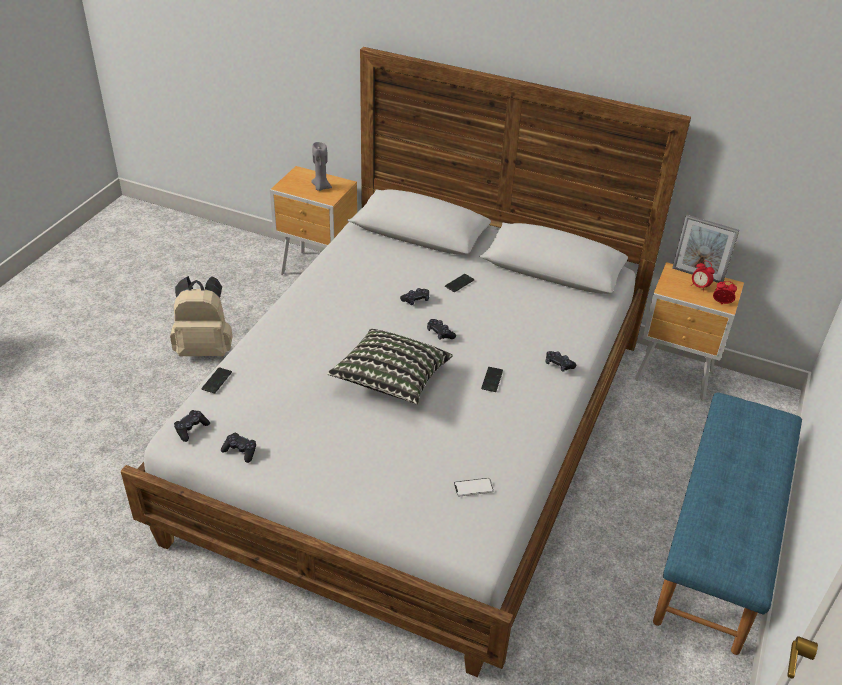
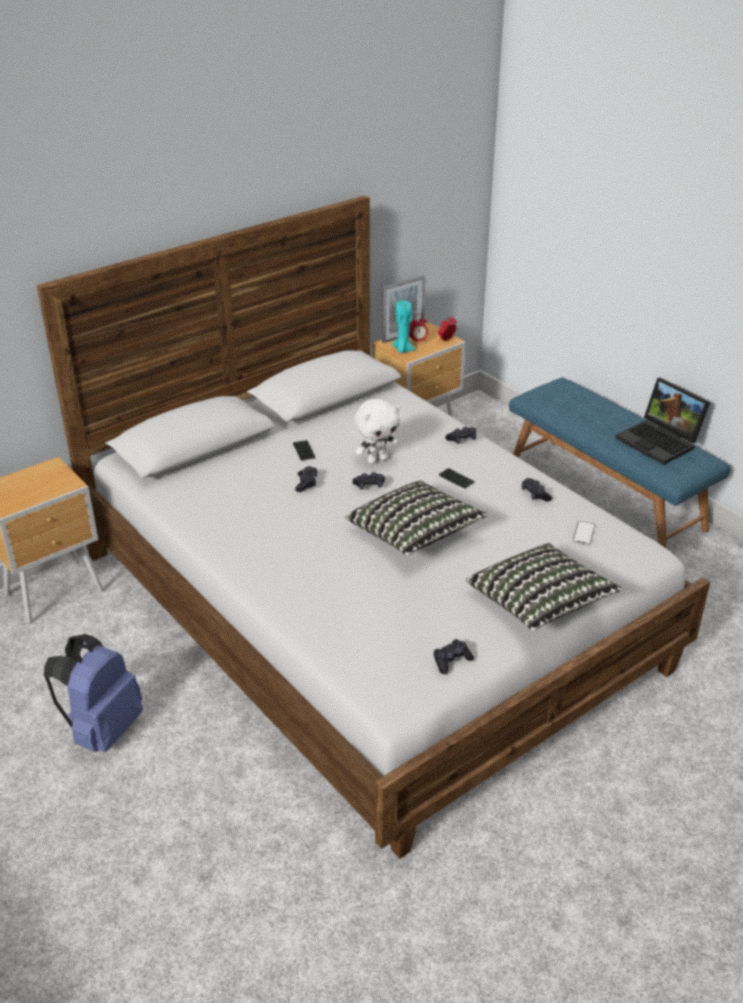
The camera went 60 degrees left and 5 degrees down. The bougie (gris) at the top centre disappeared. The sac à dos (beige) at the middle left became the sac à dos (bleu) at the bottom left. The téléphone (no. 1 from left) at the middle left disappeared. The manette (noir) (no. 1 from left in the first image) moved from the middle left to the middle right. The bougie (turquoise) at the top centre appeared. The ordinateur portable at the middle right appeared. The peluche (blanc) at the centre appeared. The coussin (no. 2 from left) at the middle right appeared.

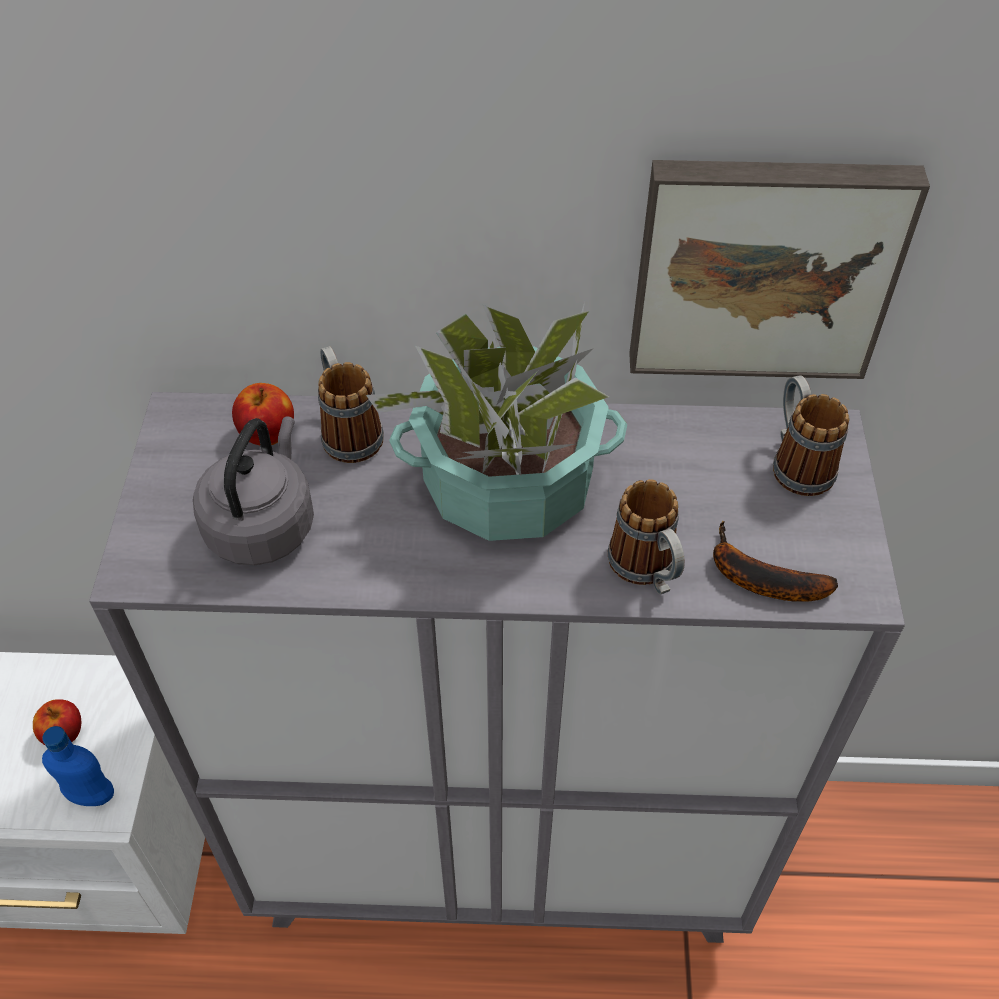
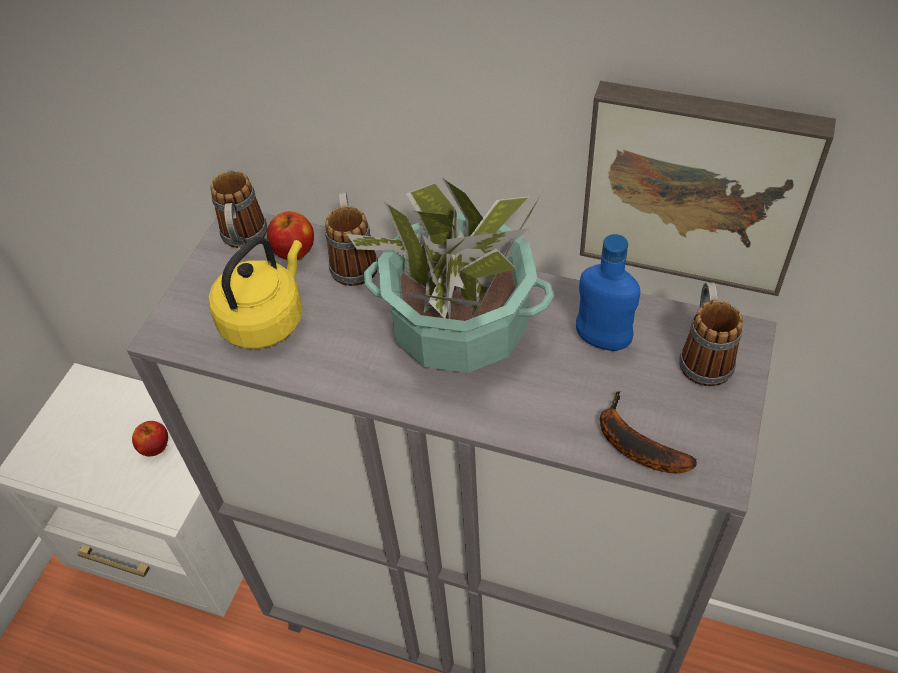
The camera went 20 degrees right and 0 degrees up. The bouilloire (gris) at the middle left became the bouilloire (jaune) at the middle left. The mug (no. 2 from left in the first image) moved from the centre to the top left. The bouteille (bleu) moved from the bottom left to the middle right.

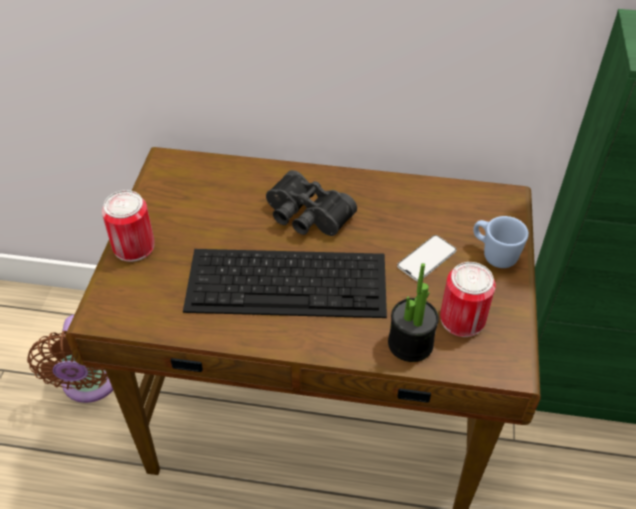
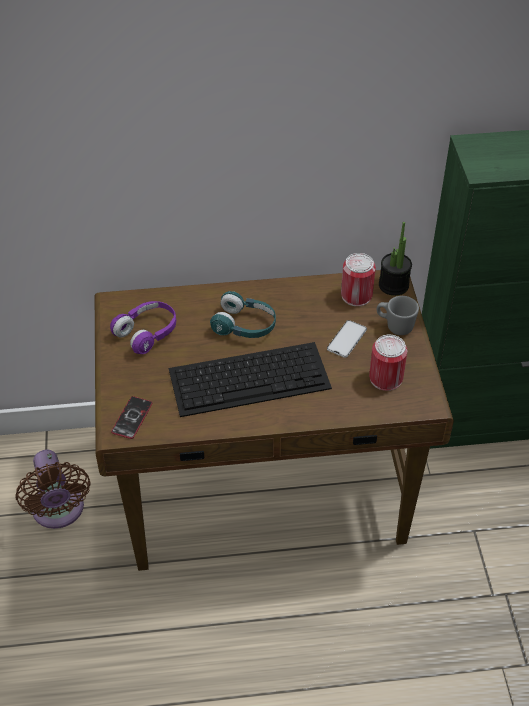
The camera went 15 degrees left and 0 degrees up. The jumelles (noir) at the centre was replaced by the casque audio (turquoise) at the centre. The boîte métallique (no. 1 from left) moved from the middle left to the middle right. The mug (bleu) at the middle right became the mug (gris) at the middle right. The plante en pot moved from the centre to the middle right. The casque audio (violet) at the middle left appeared. The téléphone (no. 1 from left) at the middle left appeared.

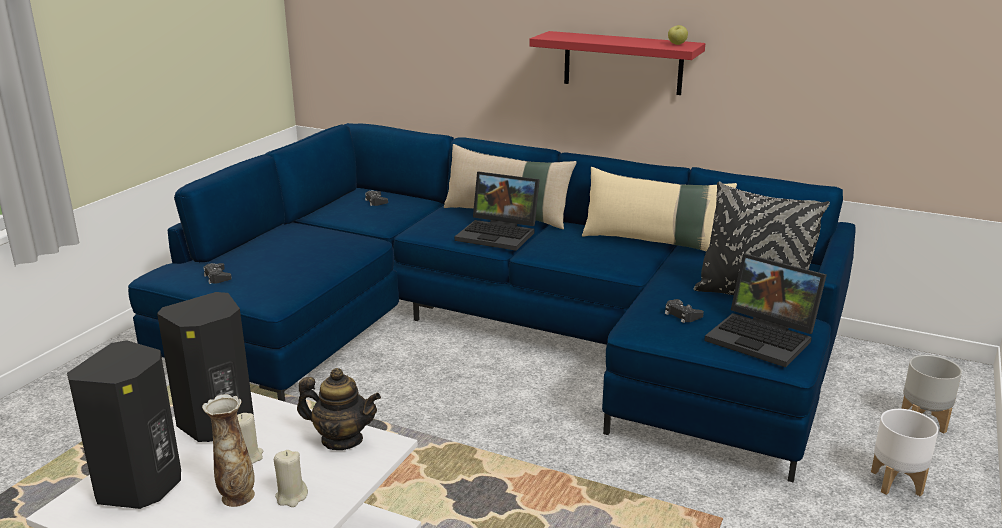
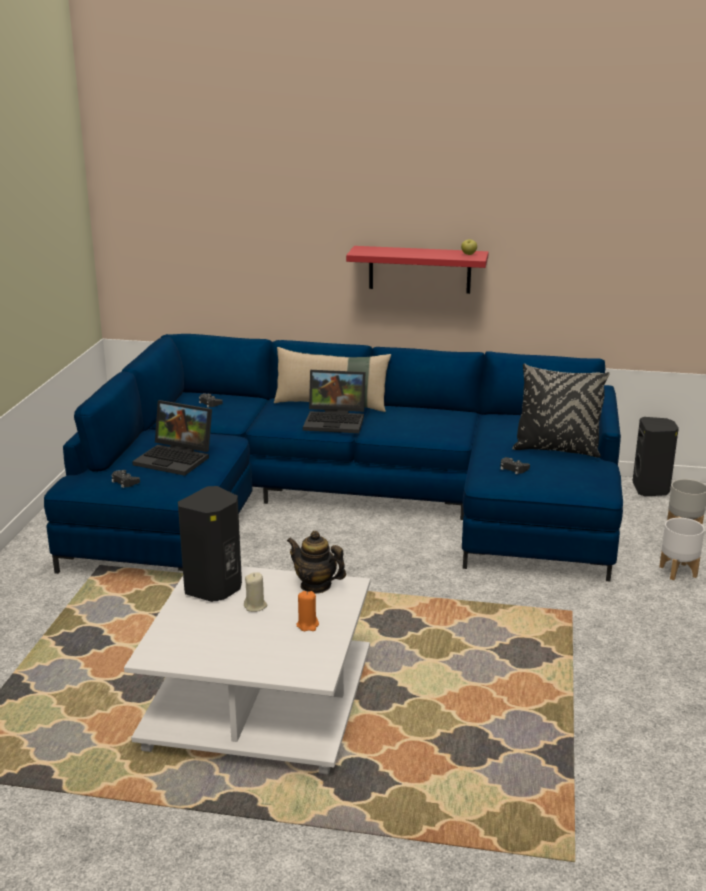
The camera went 15 degrees left and 0 degrees up. The coussin (beige) (no. 2 from left) at the centre disappeared. The ordinateur portable (no. 2 from left in the first image) moved from the middle right to the middle left. The enceinte (noir) (no. 1 from left in the first image) moved from the bottom left to the middle right. The théière at the bottom centre turned 150 degrees counterclockwise. The vase at the bottom left disappeared. The bougie (beige) (no. 2 from left) at the bottom left became the bougie (orange) at the bottom centre.

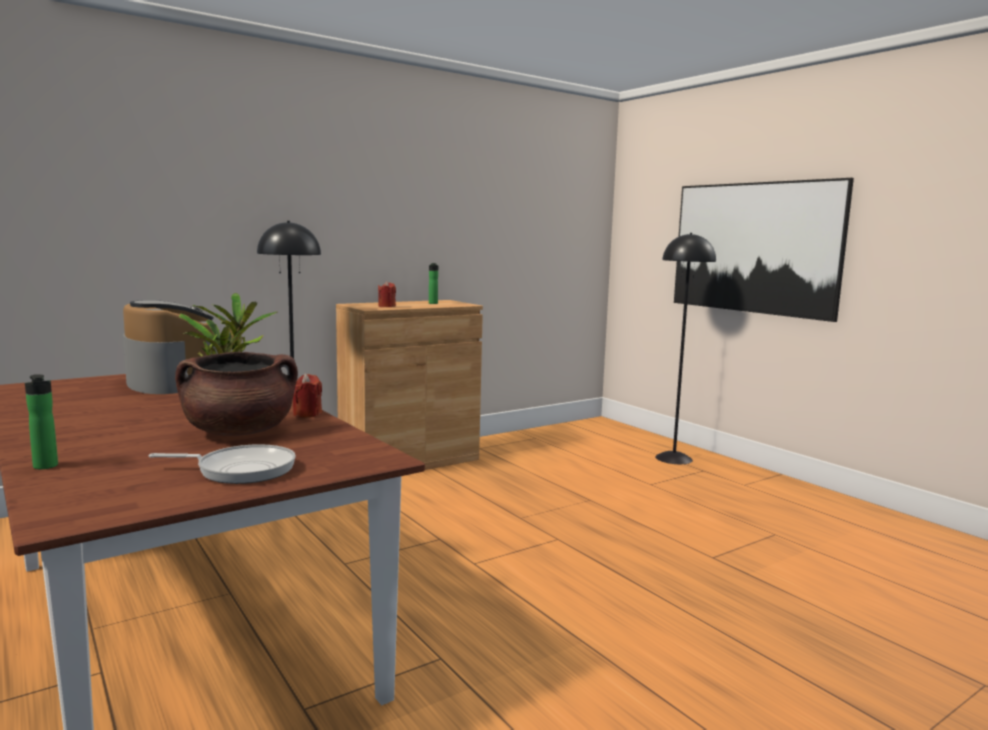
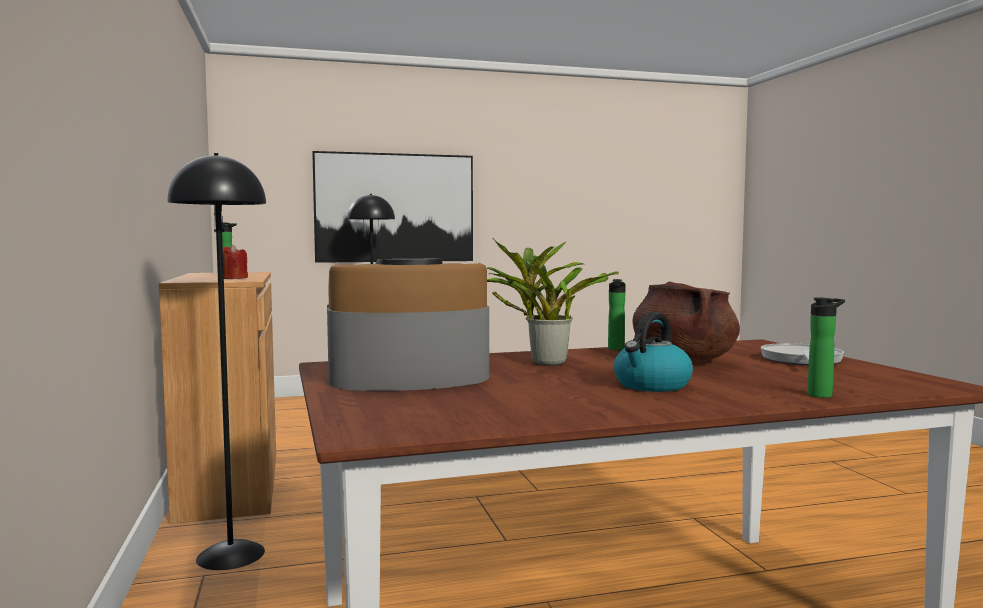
The camera went 70 degrees left and 5 degrees down. The bougie (rouge) (no. 1 from left) at the middle left was replaced by the bouteille (no. 2 from left) at the centre. The bouilloire at the centre appeared.

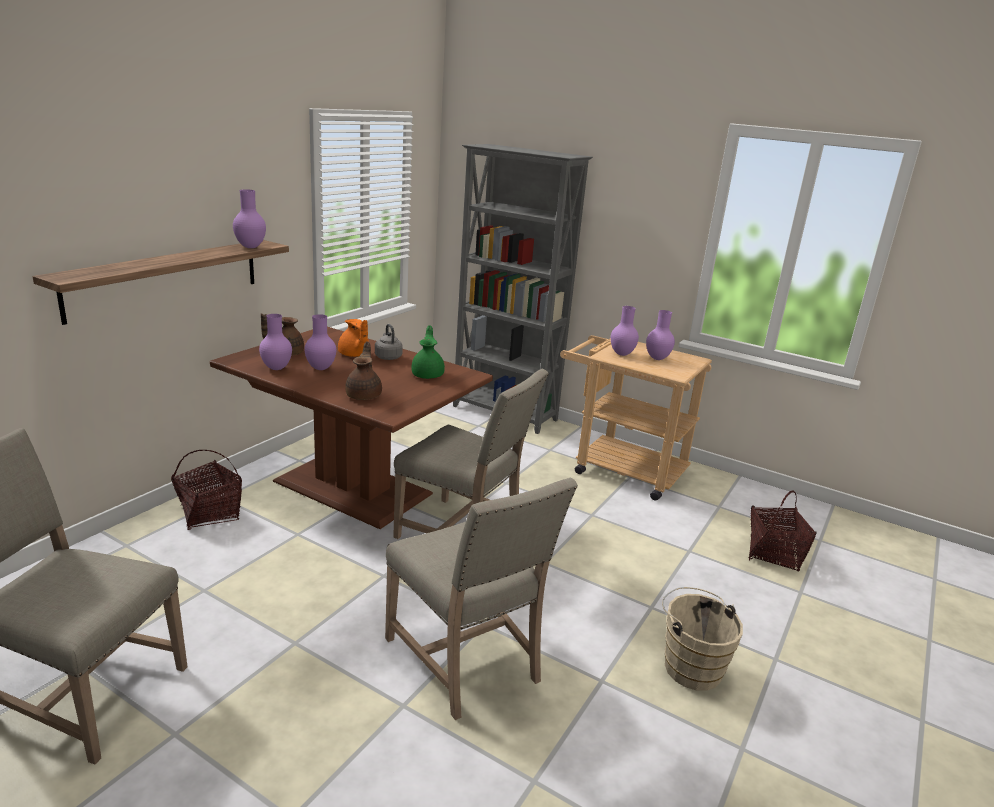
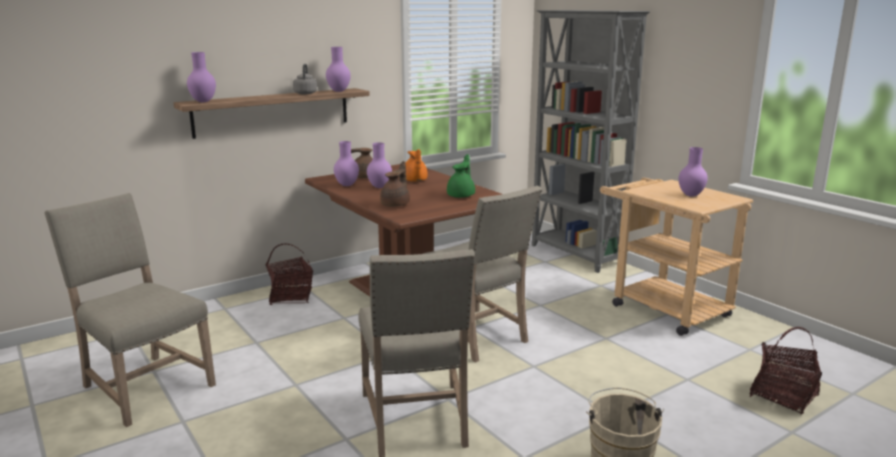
The camera went 25 degrees right and 5 degrees down. The vase (violet) (no. 4 from left in the first image) moved from the centre to the top left. The bouilloire (gris) moved from the centre to the top centre.

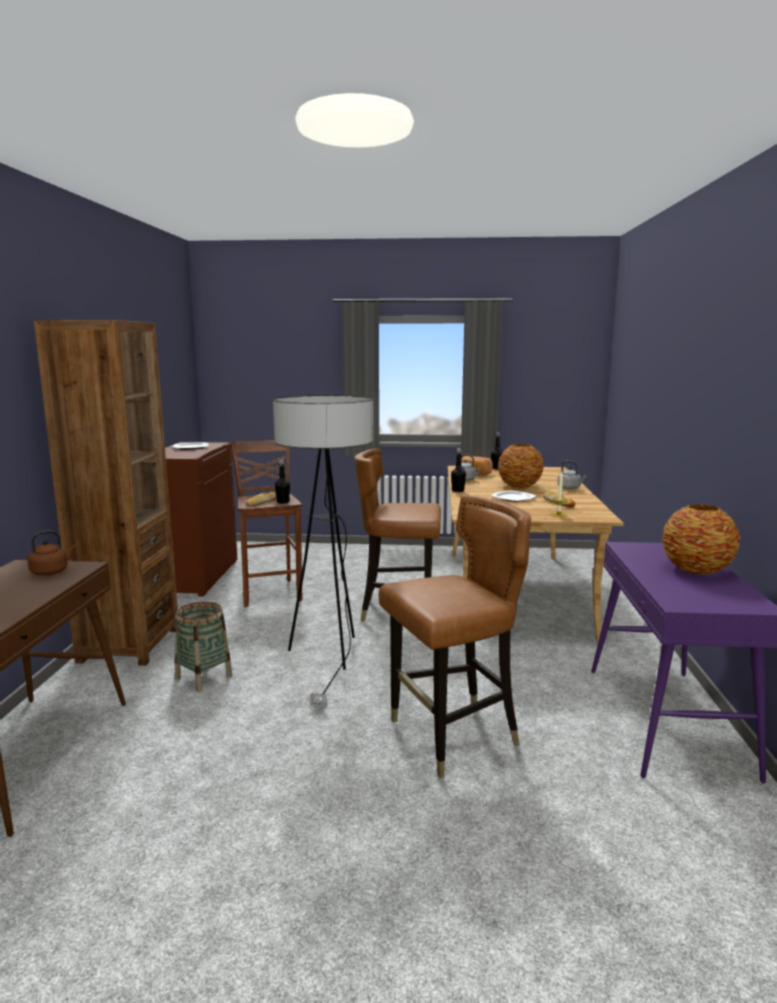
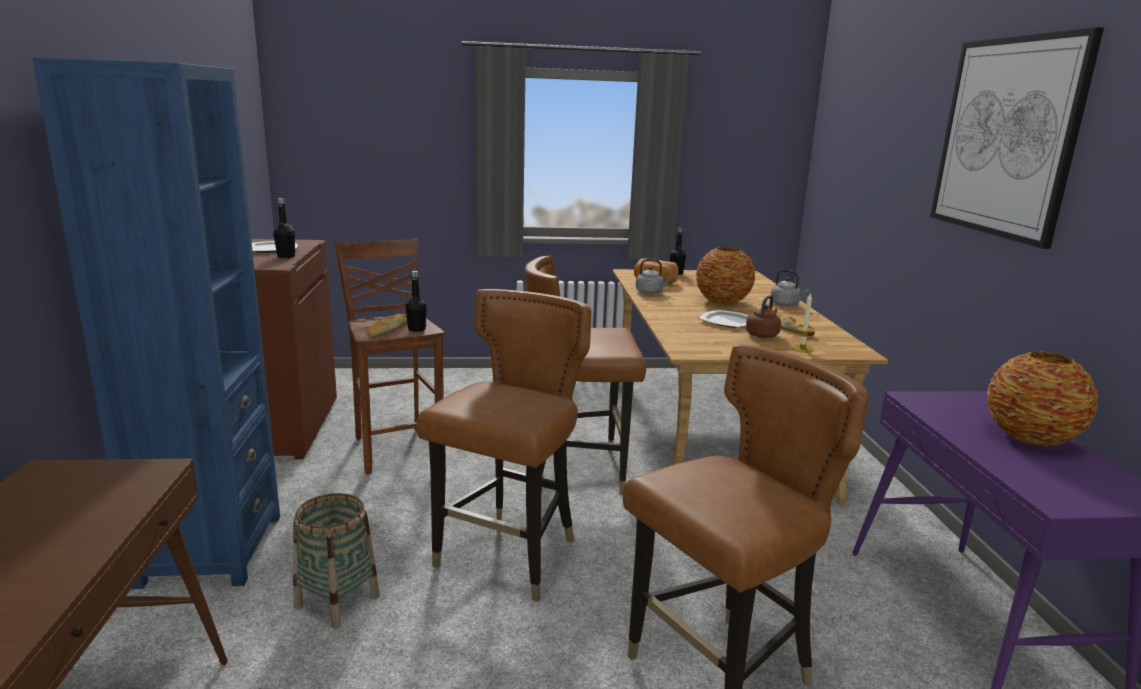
The camera went 10 degrees left and 5 degrees up. The bibliothèque (marron) at the middle left became the bibliothèque (bleu) at the middle left. The lampadaire at the centre was replaced by the chaise (marron) (no. 1 from left) at the centre. The bouteille (noir) (no. 2 from left in the first image) moved from the centre to the top left. The bouilloire (marron) moved from the middle left to the middle right. The tableau at the top right appeared.

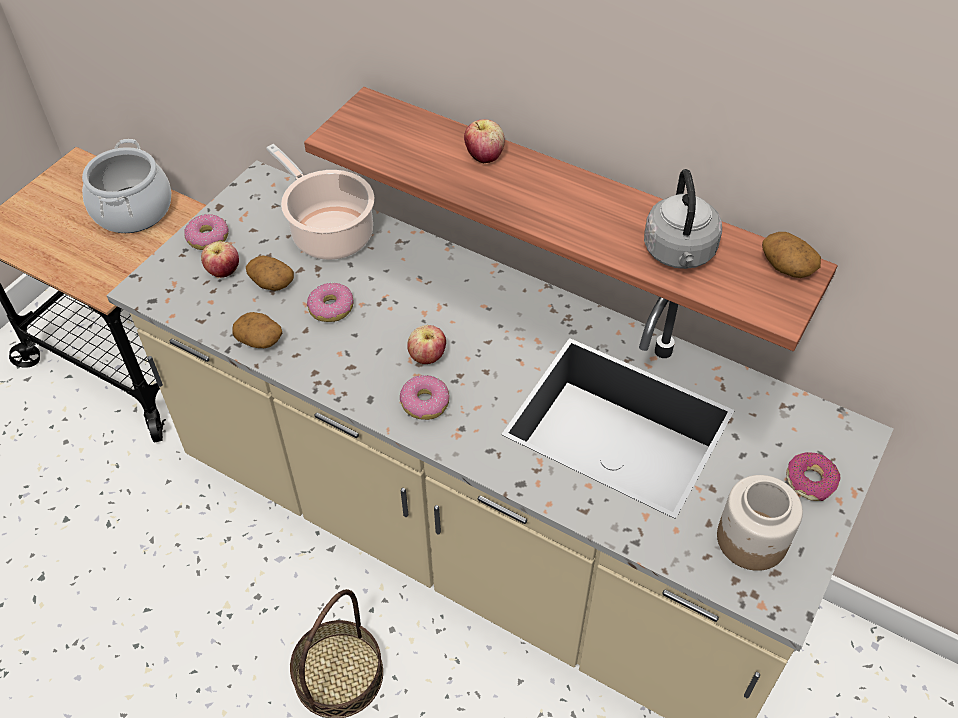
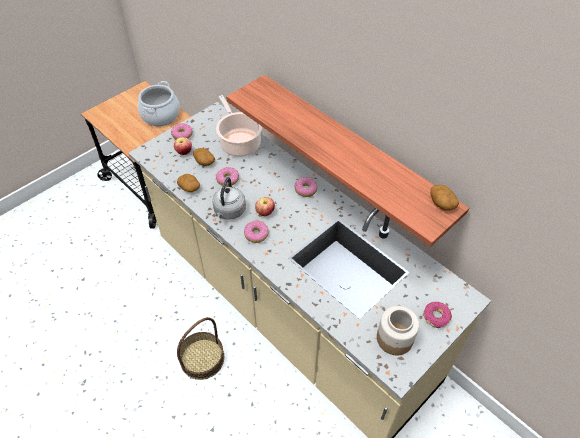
The camera went 15 degrees right and 0 degrees up. The pomme (no. 3 from left) at the top centre disappeared. The bouilloire (gris) moved from the top right to the centre. The beignet (no. 4 from left) at the centre appeared.

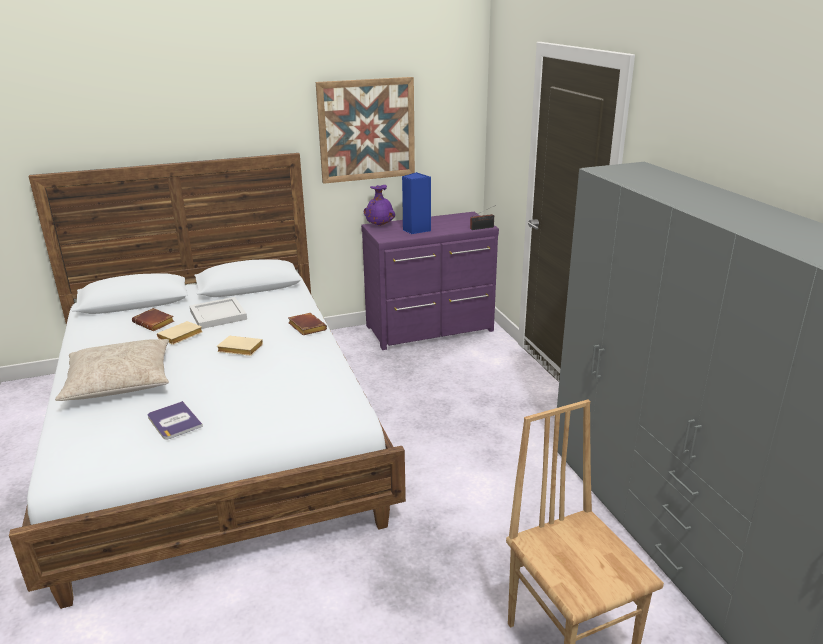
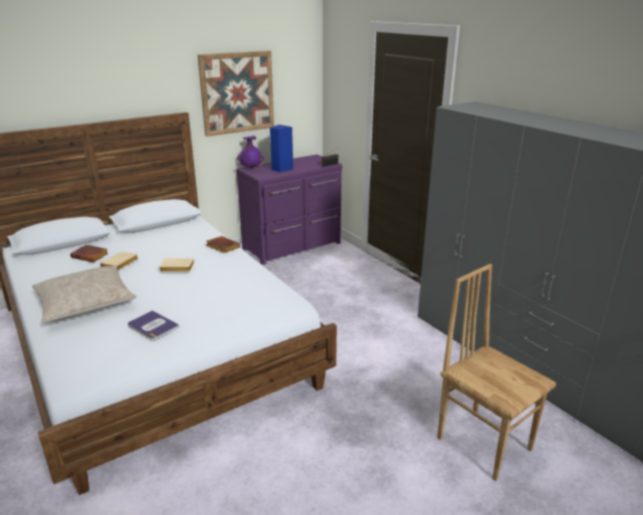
The camera went 15 degrees left and 0 degrees up. The plateau (blanc) at the middle left disappeared.

